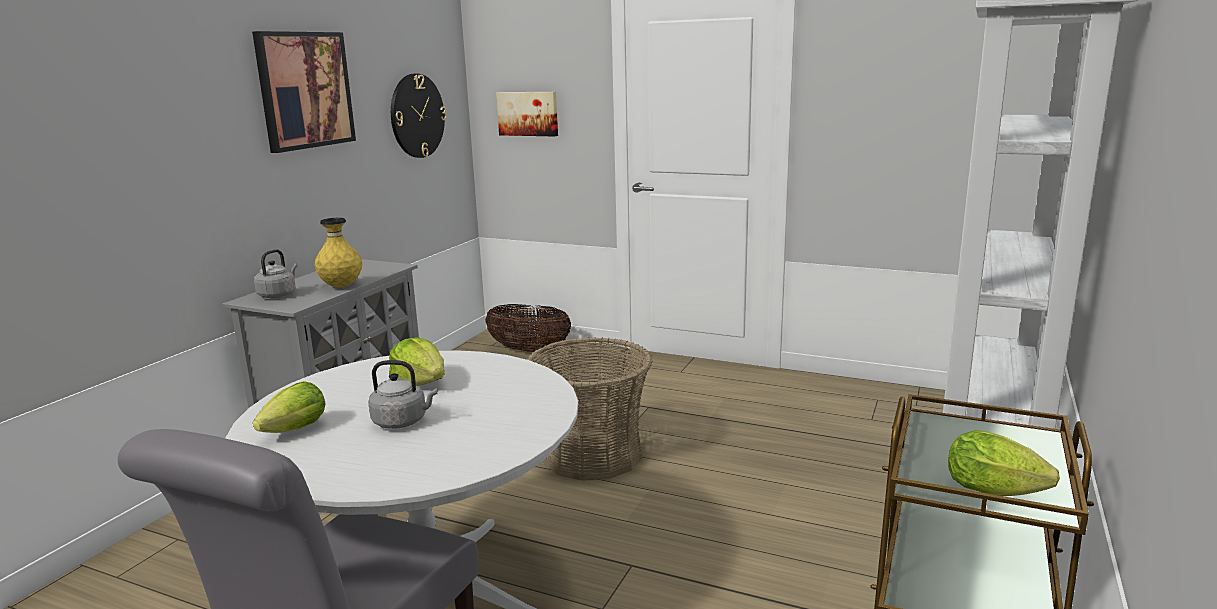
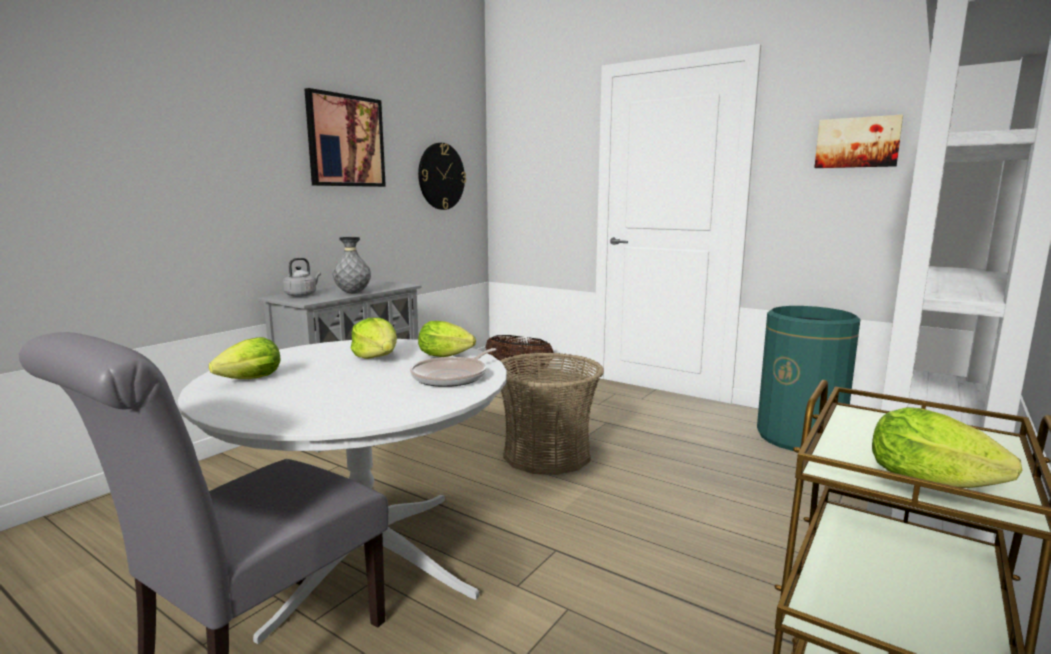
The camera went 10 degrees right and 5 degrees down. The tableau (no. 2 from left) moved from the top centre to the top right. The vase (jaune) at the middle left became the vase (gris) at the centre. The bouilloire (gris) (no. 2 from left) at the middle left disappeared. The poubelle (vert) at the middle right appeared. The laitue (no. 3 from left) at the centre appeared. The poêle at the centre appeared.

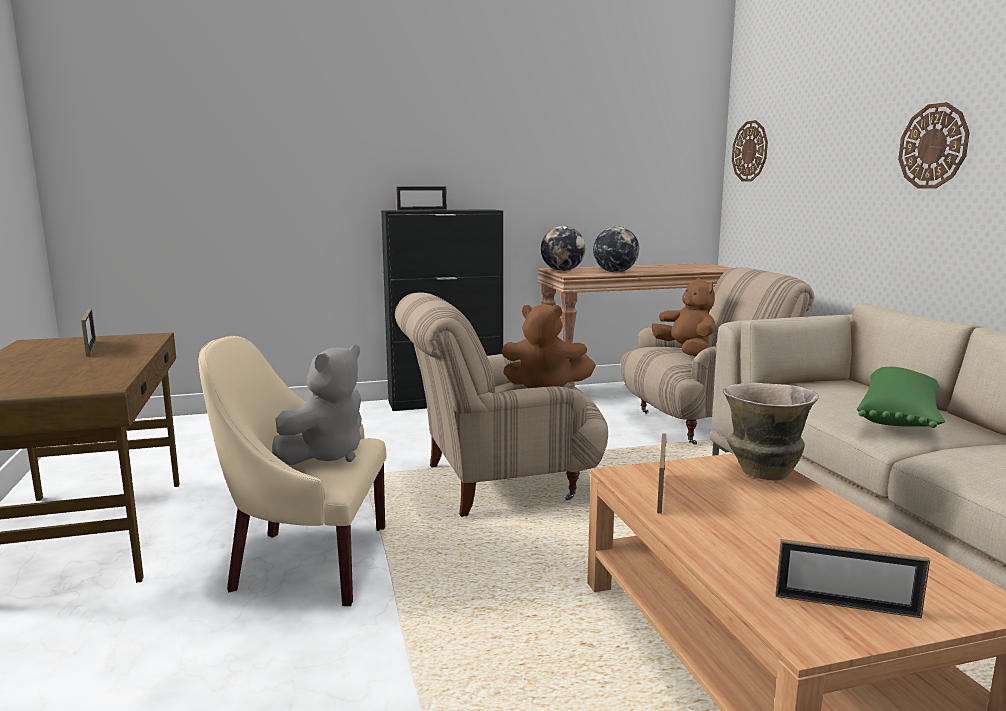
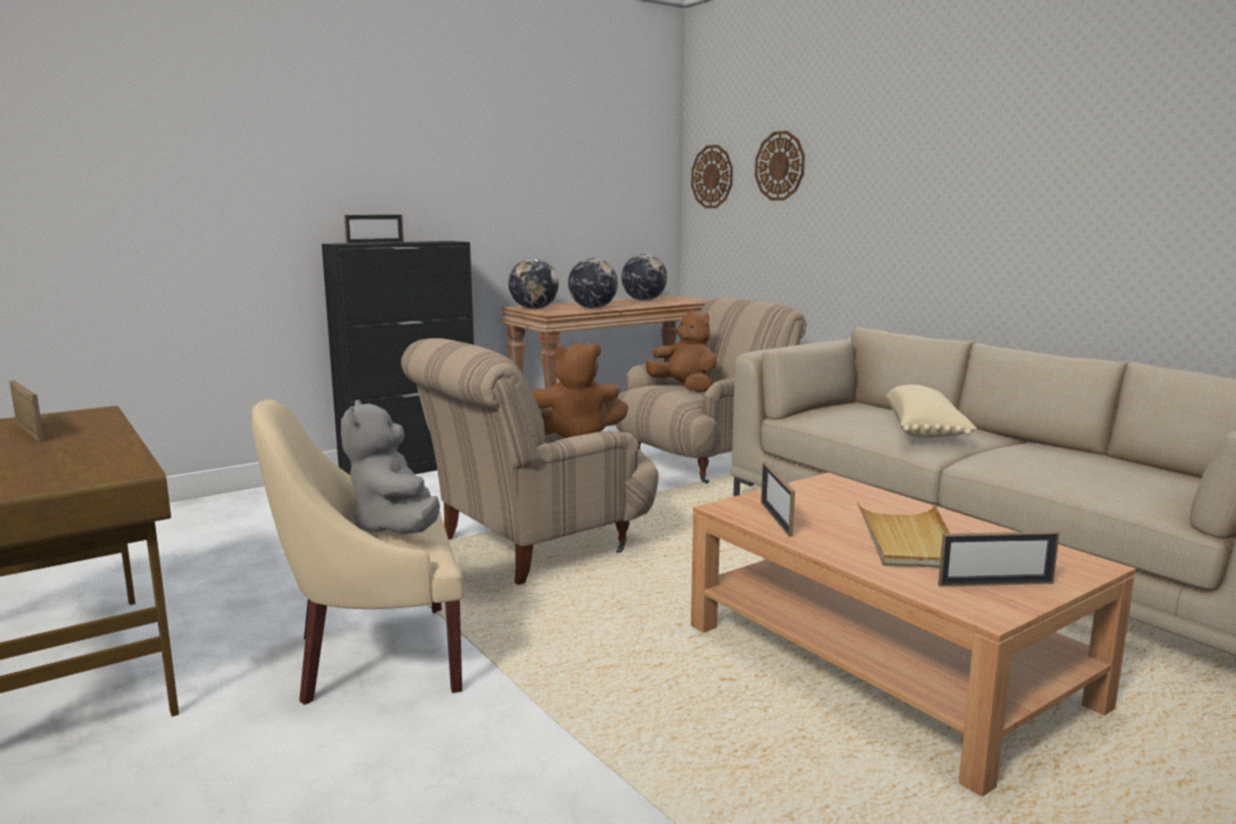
The camera went 20 degrees left and 0 degrees up. The horloge murale (no. 2 from left) moved from the top right to the top centre. The peluche (gris) at the middle left turned 150 degrees clockwise. The coussin (vert) at the middle right became the coussin (beige) at the middle right. The vase at the middle right disappeared. The globe (no. 3 from left) at the centre appeared. The plateau (beige) at the middle right appeared.

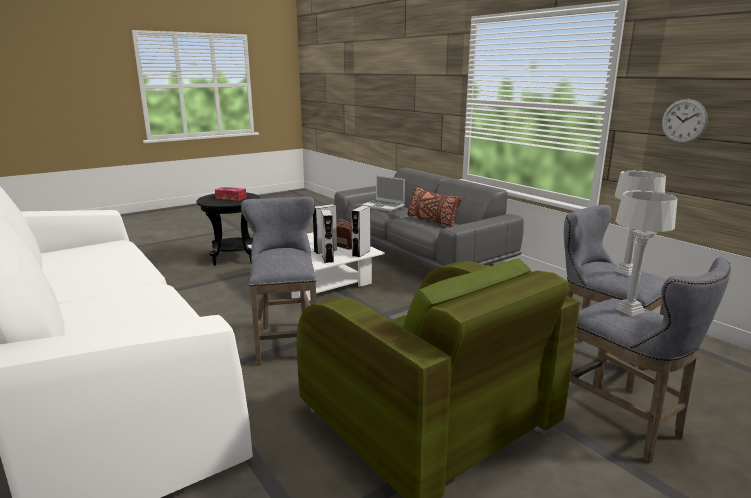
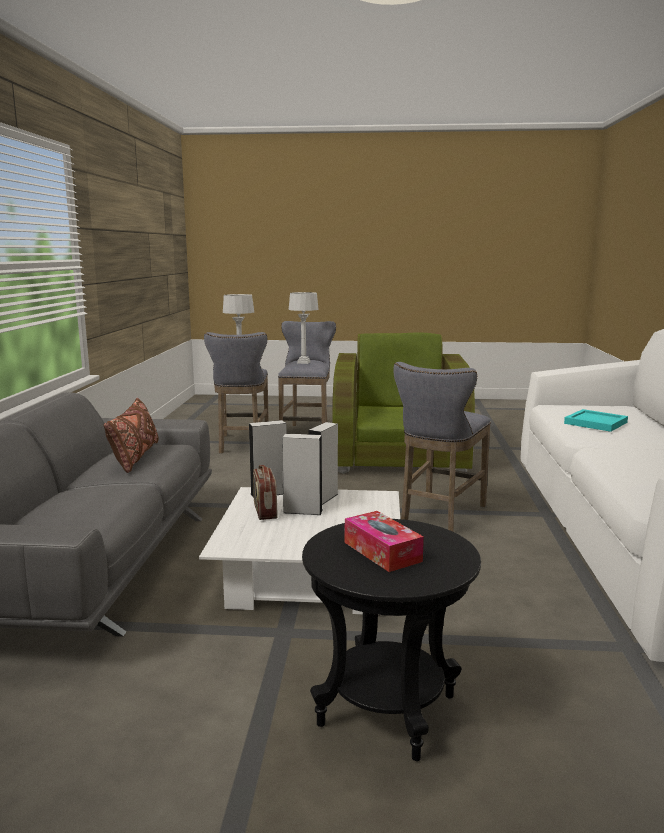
The camera went 140 degrees left and 5 degrees down. The horloge murale at the top right disappeared. The ordinateur portable at the centre disappeared. The plateau (turquoise) at the middle right appeared.

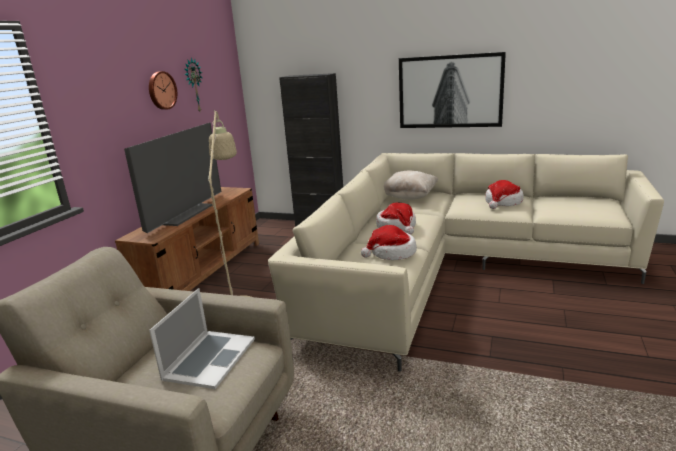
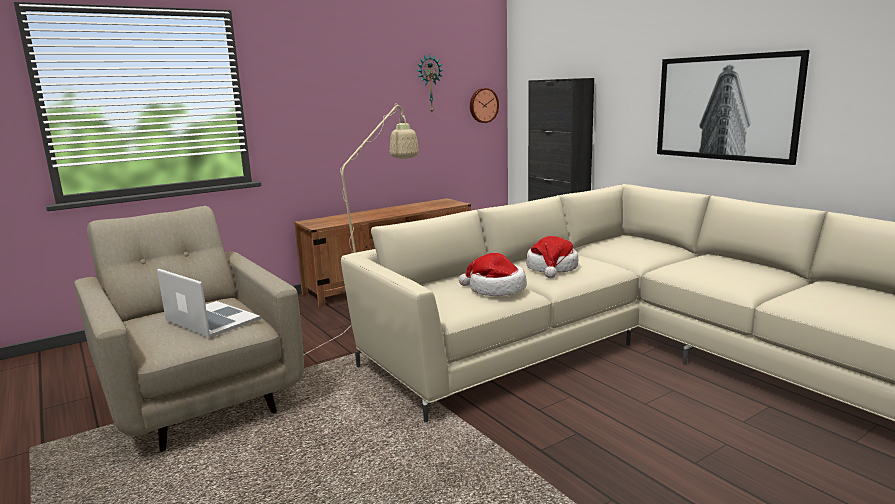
The camera went 35 degrees right and 5 degrees down. The horloge murale (no. 1 from left in the first image) moved from the top left to the top centre. The téléviseur at the middle left disappeared. The coussin (beige) at the centre disappeared. The chapeau (no. 3 from left) at the middle right disappeared. The ordinateur portable at the bottom left turned 105 degrees counterclockwise.

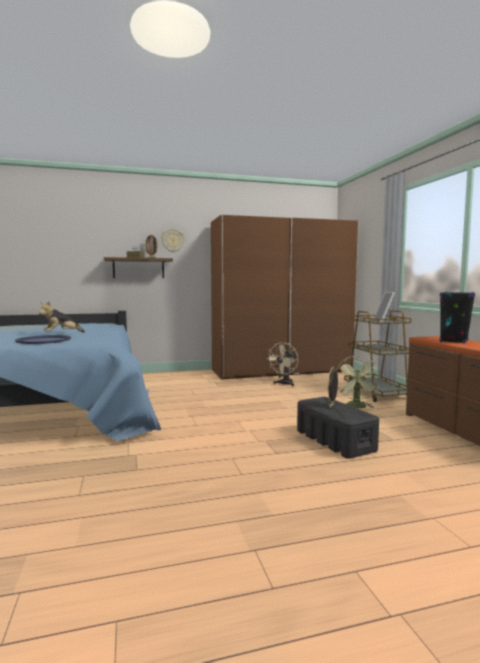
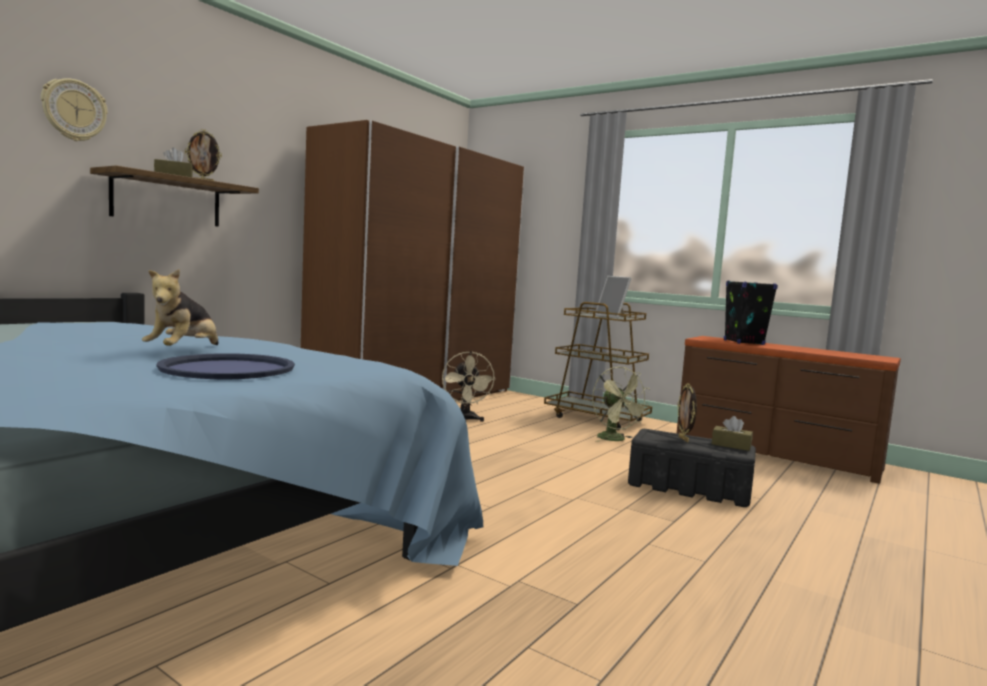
The camera went 40 degrees left and 0 degrees up. The horloge murale moved from the centre to the top left. The boîte à mouchoirs (marron) (no. 2 from left) at the middle right appeared.

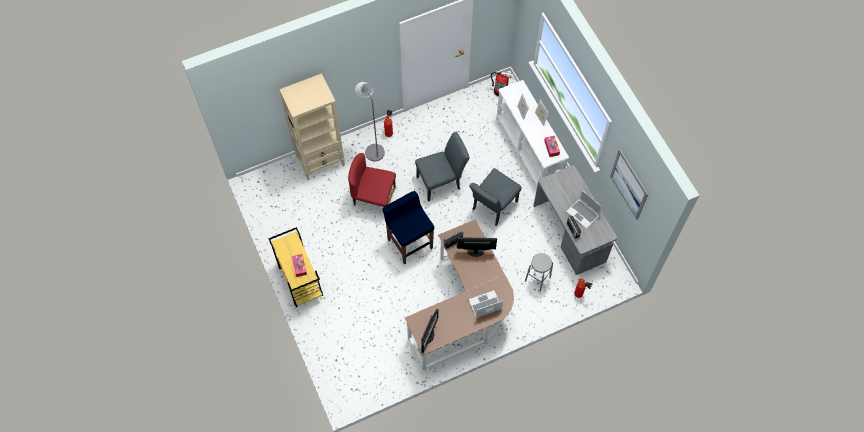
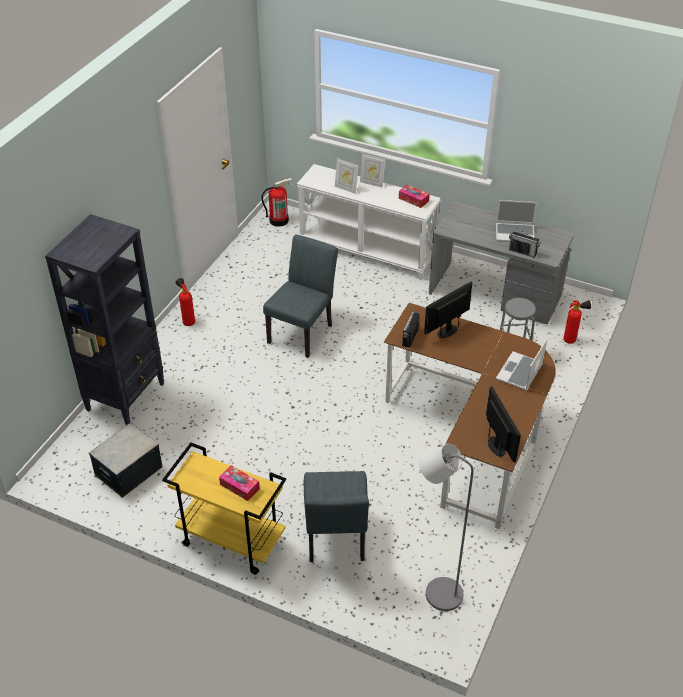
The camera went 40 degrees left and 20 degrees down. The bibliothèque (beige) at the top centre became the bibliothèque (noir) at the middle left. The lampadaire (gris) moved from the top centre to the bottom centre. The tableau at the middle right disappeared. The chaise (rouge) at the centre disappeared. The chaise (gris) (no. 2 from left) moved from the centre to the bottom centre. The tabouret (bleu) at the centre disappeared. The boîte de rangement at the middle left appeared.

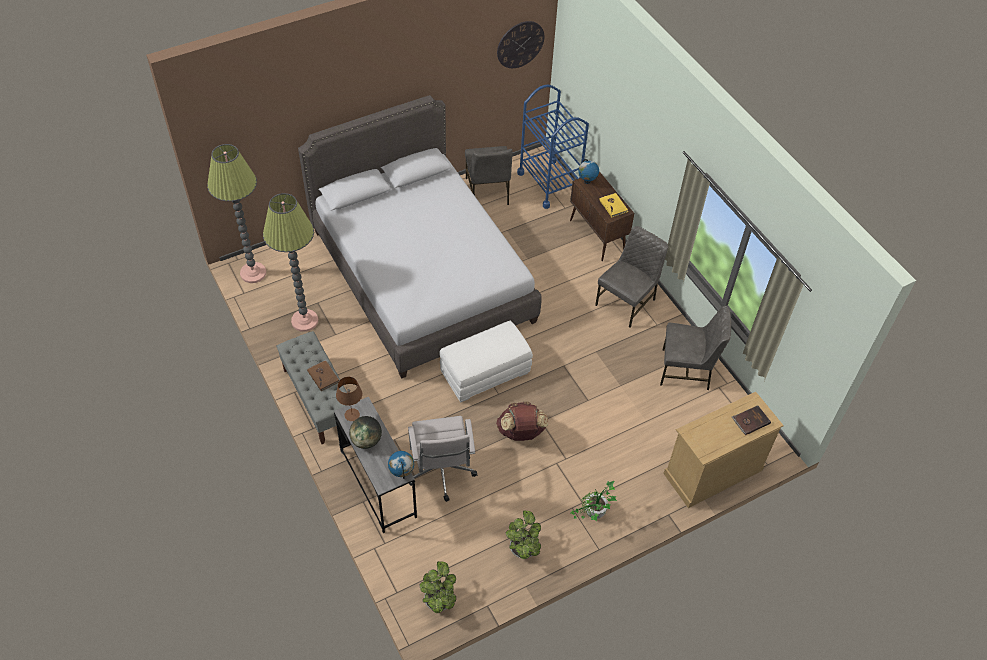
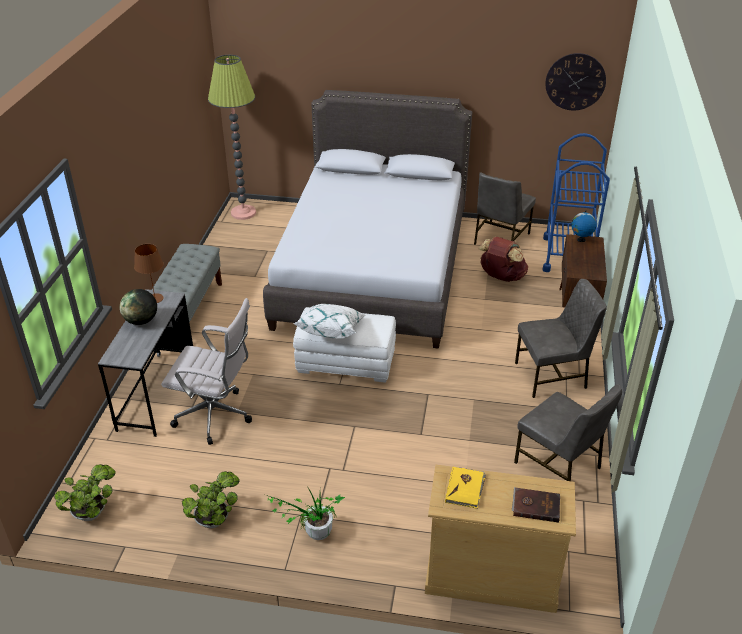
The camera went 40 degrees right and 15 degrees down. The lampadaire (no. 2 from left) at the middle left disappeared. The livre (jaune) moved from the top centre to the bottom centre. The livre (marron) (no. 1 from left) at the middle left disappeared. The sac à dos (marron) moved from the centre to the middle right. The chaise de bureau (blanc) at the bottom centre turned 105 degrees counterclockwise. The globe (no. 2 from left) at the bottom centre disappeared. The coussin (blanc) at the centre appeared.

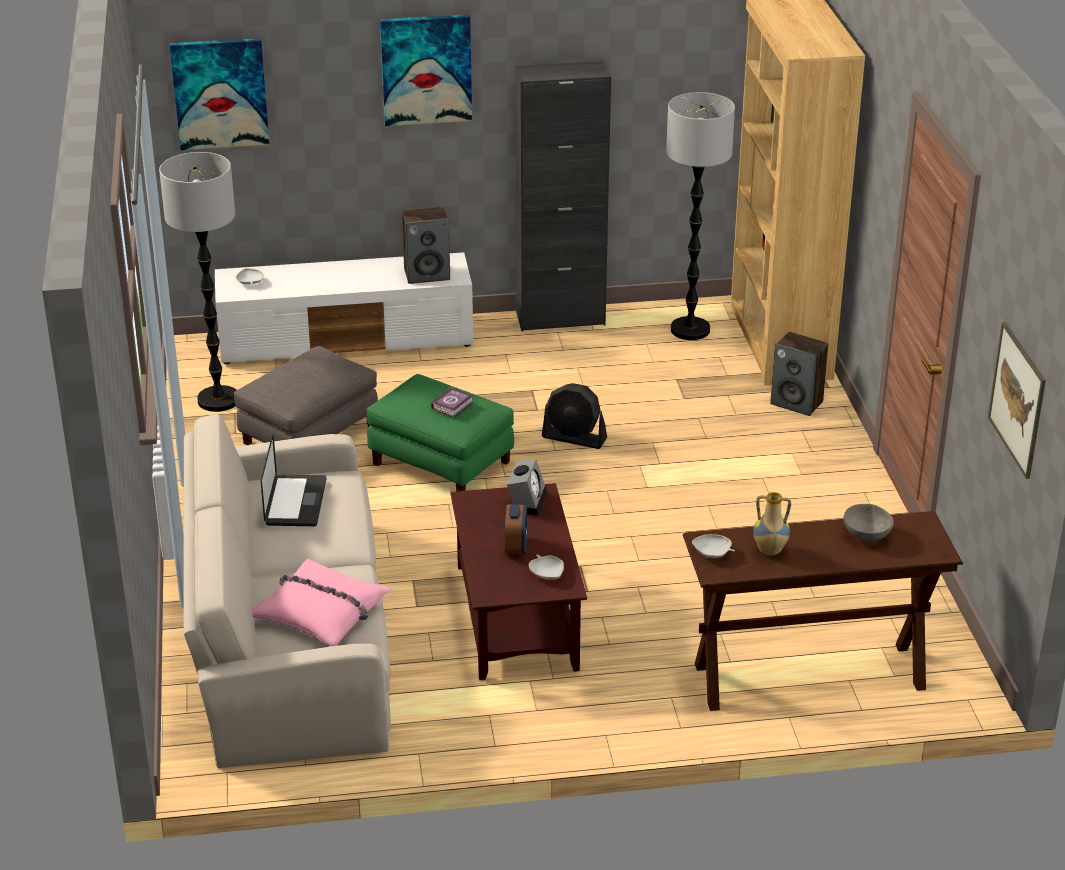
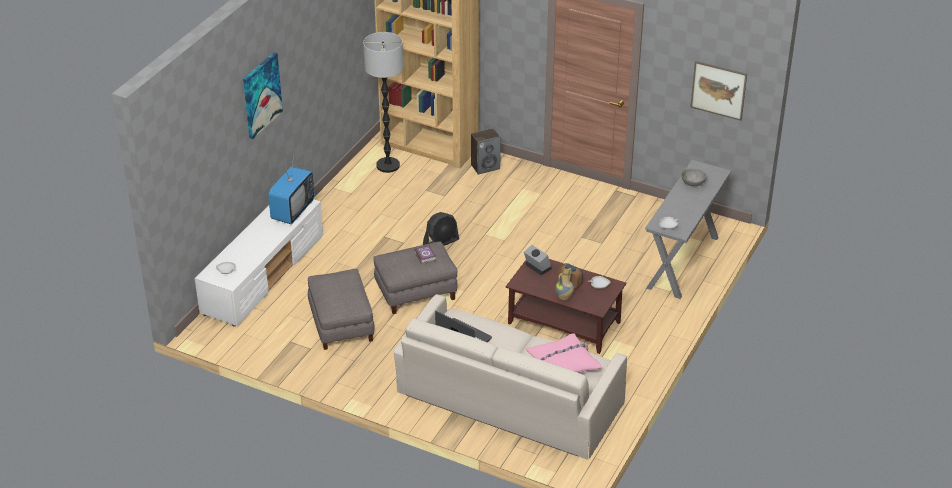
The camera went 55 degrees left and 5 degrees up. The tableau (no. 1 from left) at the top left disappeared. The meuble de rangement (noir) at the top centre disappeared. The lampadaire (no. 1 from left) at the top left disappeared. The enceinte (no. 1 from left) at the top centre was replaced by the téléviseur at the middle left. The pouf (vert) at the centre became the pouf (gris) (no. 2 from left) at the centre. The vase moved from the middle right to the centre. The table console (marron) at the bottom right became the table console (gris) at the middle right.

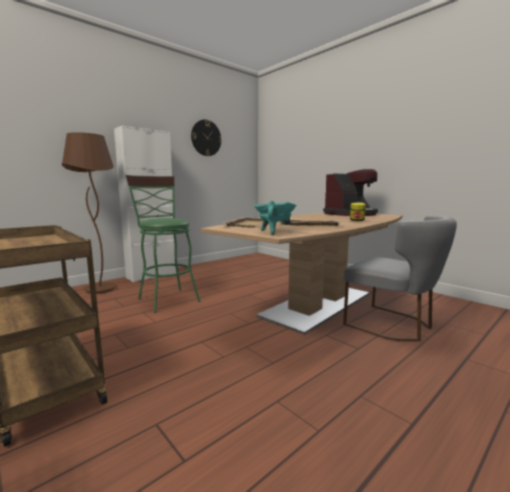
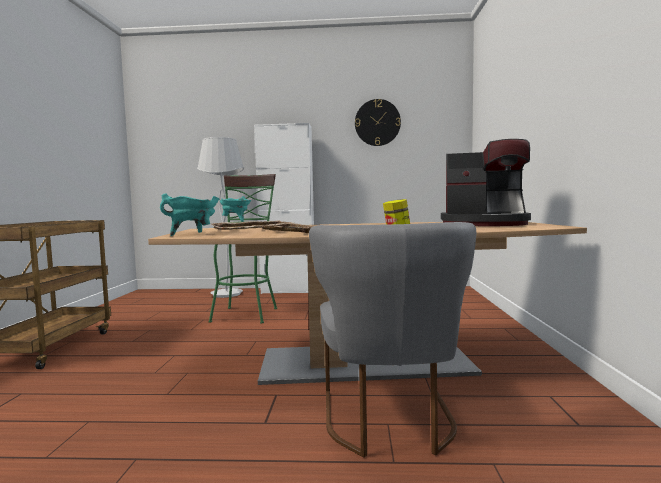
The camera went 45 degrees right and 5 degrees down. The lampadaire (marron) at the middle left became the lampadaire (blanc) at the middle left. The marmite (turquoise) (no. 2 from left) at the centre appeared.

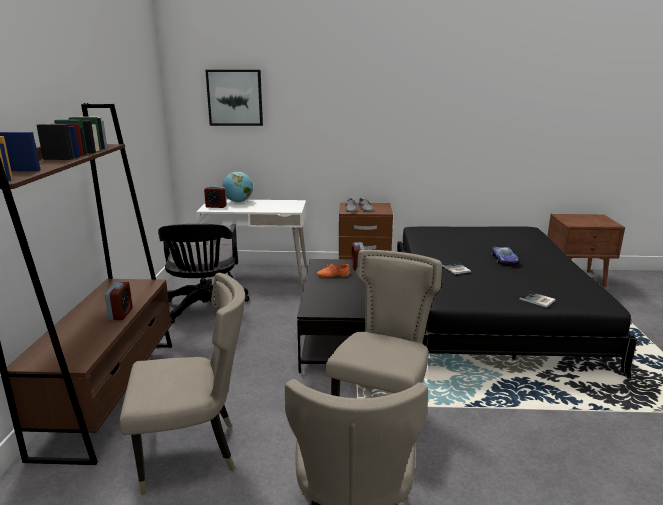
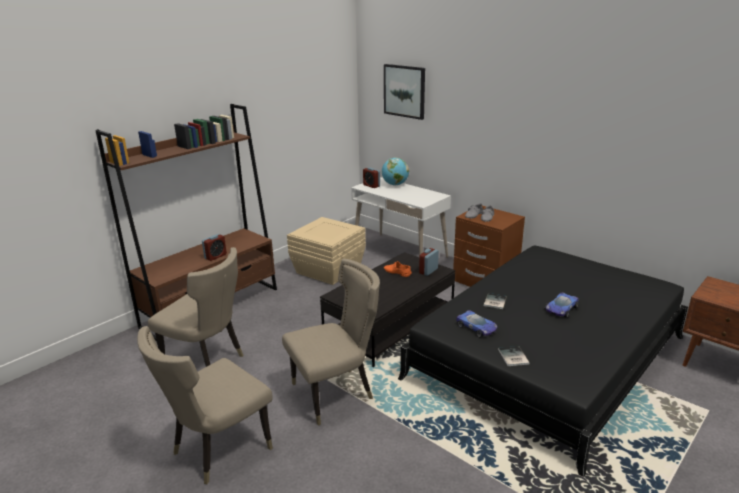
The camera went 40 degrees right and 5 degrees up. The chaise de bureau (noir) at the middle left was replaced by the boîte de rangement (beige) at the centre. The petite voiture (no. 1 from left) at the centre appeared.

